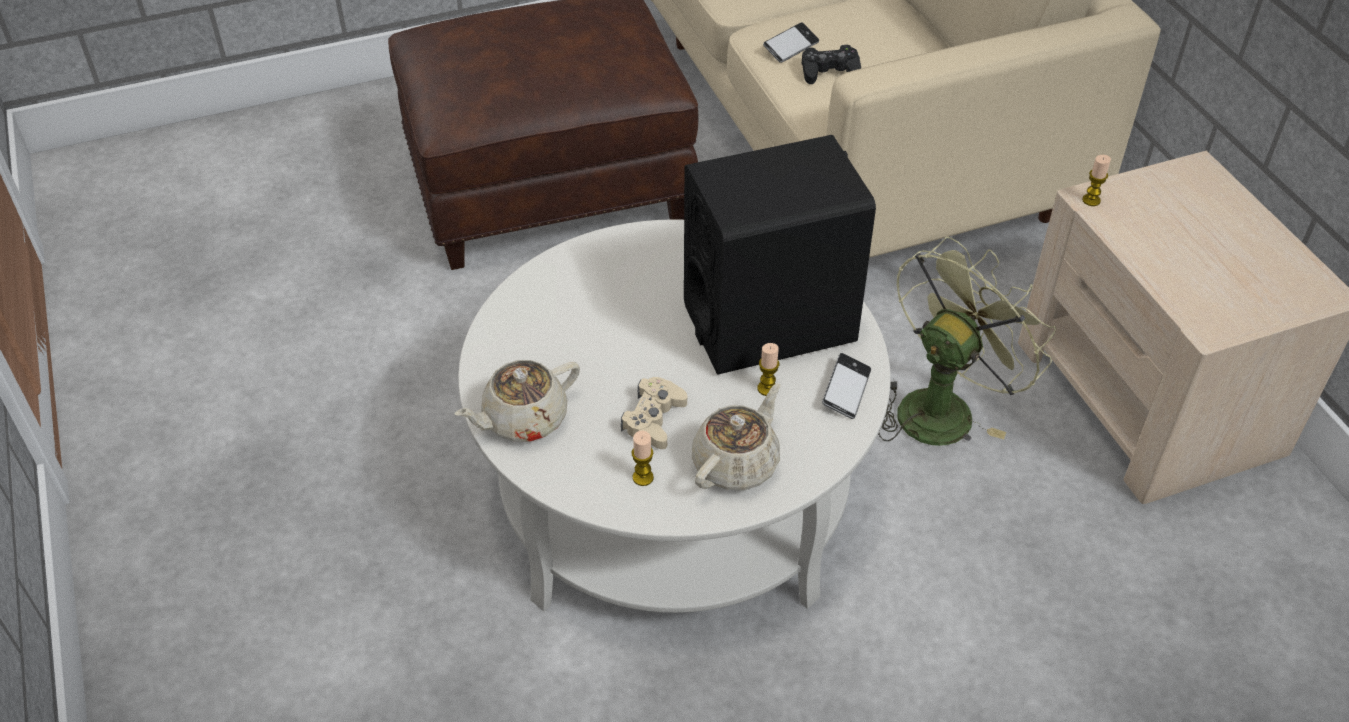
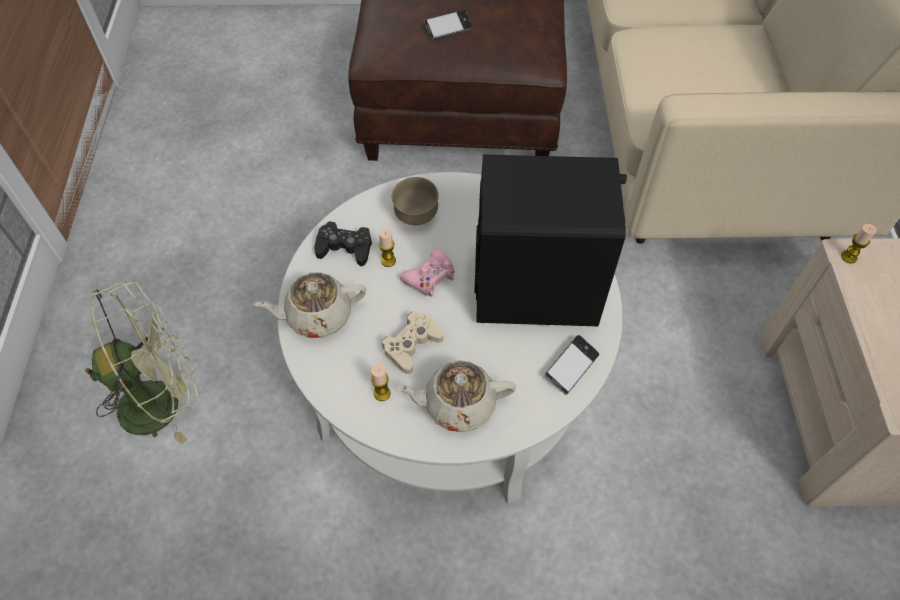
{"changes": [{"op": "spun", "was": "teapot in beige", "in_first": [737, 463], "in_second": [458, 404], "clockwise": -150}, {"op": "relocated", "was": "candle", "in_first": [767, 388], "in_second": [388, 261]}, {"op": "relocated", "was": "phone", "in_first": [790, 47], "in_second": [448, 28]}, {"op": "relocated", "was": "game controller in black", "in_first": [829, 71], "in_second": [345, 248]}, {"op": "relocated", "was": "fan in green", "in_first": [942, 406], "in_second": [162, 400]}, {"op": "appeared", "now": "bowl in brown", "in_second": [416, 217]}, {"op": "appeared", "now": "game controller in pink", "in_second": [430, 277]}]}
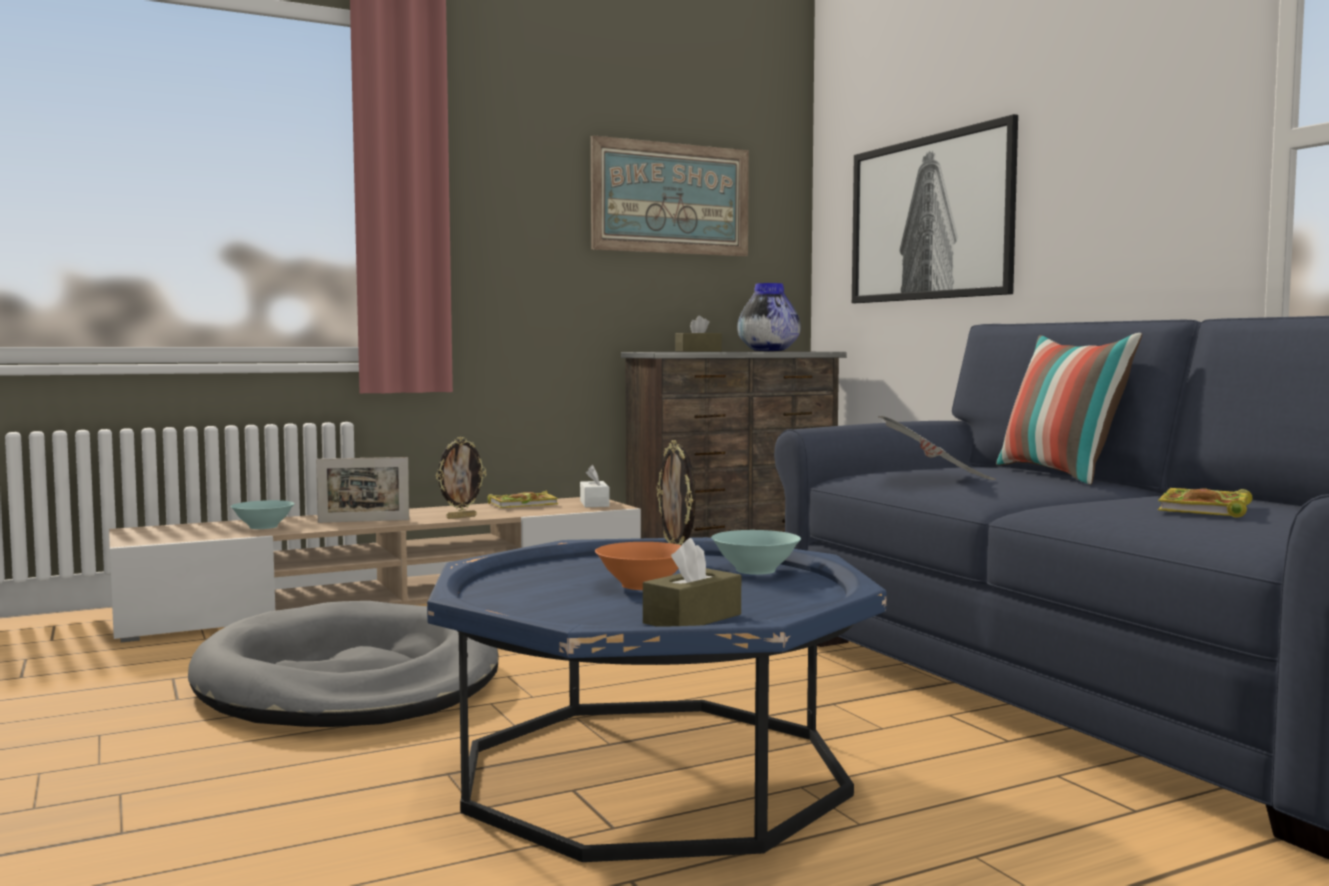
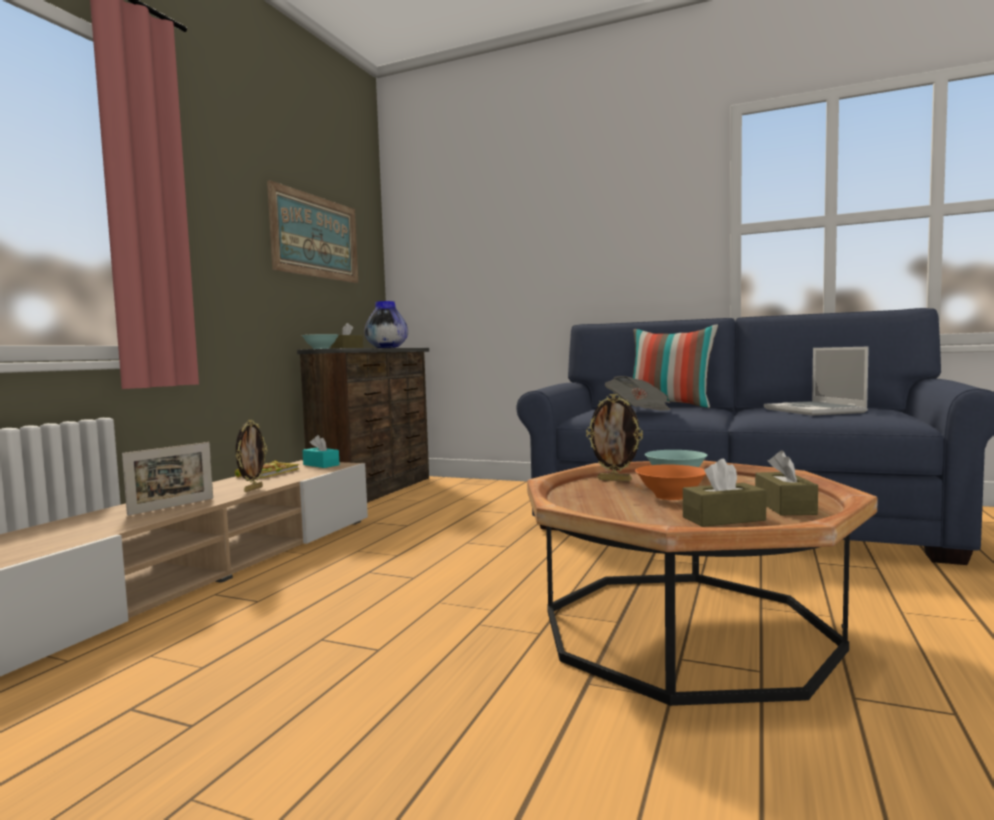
{"changes": [{"op": "missing", "was": "dog bed in grey", "in_first": [349, 680]}, {"op": "relocated", "was": "bowl in turquoise", "in_first": [262, 527], "in_second": [320, 348]}, {"op": "colour", "was": "coffee table in blue", "now": "coffee table in brown", "in_first": [653, 772], "in_second": [685, 629]}, {"op": "colour", "was": "tissue box in white", "now": "tissue box in turquoise", "in_first": [594, 503], "in_second": [321, 465]}, {"op": "missing", "was": "picture", "in_first": [929, 218]}, {"op": "exchanged", "was": "book", "now": "laptop", "in_first": [1205, 510], "in_second": [815, 411]}, {"op": "appeared", "now": "tissue box in brown", "in_second": [723, 519]}]}
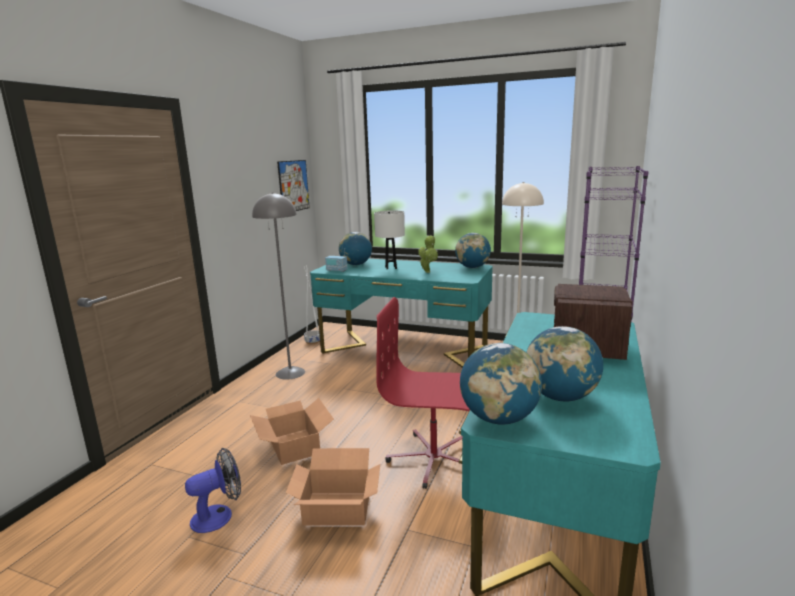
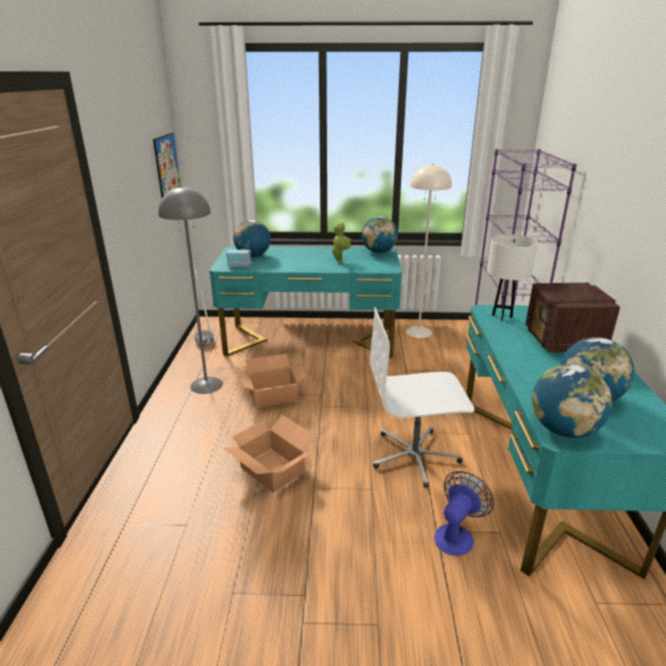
{"changes": [{"op": "relocated", "was": "fan", "in_first": [219, 515], "in_second": [456, 534]}, {"op": "relocated", "was": "cardboard box", "in_first": [336, 508], "in_second": [273, 395]}, {"op": "relocated", "was": "table lamp in white", "in_first": [391, 268], "in_second": [502, 316]}, {"op": "colour", "was": "office chair in red", "now": "office chair in white", "in_first": [434, 459], "in_second": [415, 456]}]}
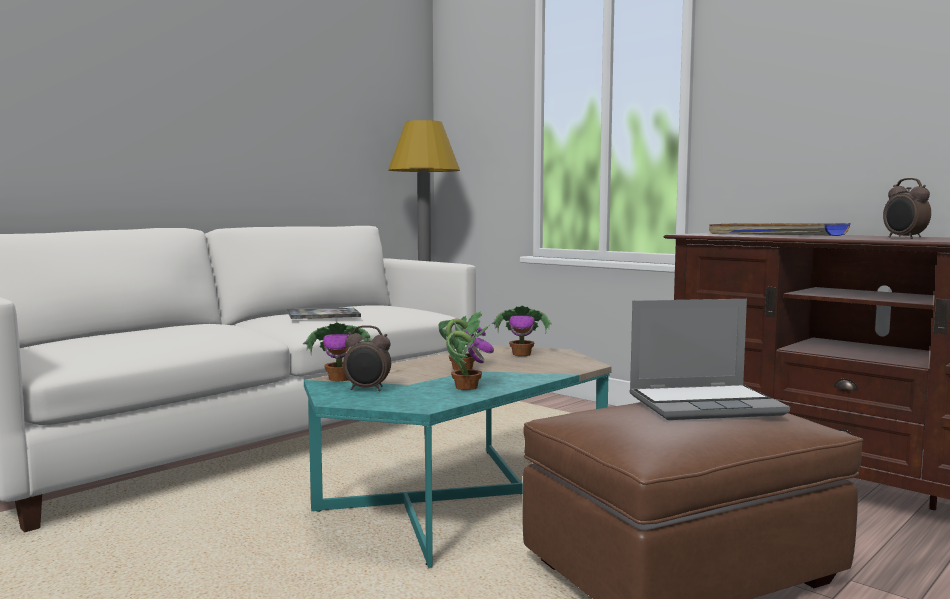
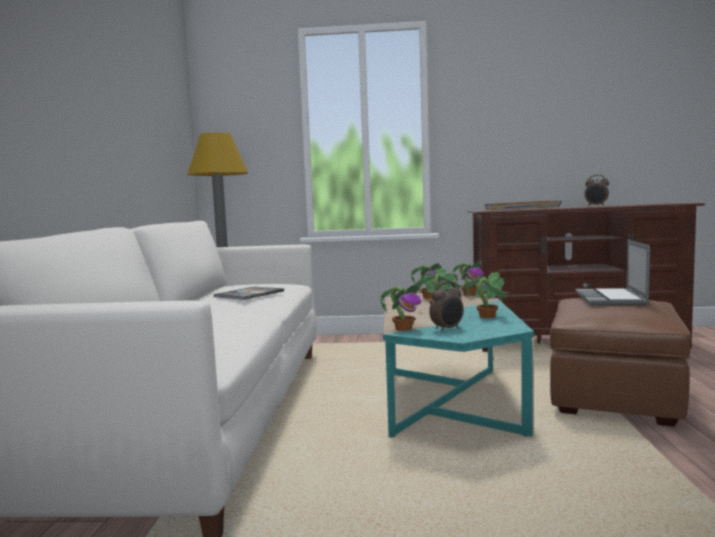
{"changes": [{"op": "spun", "was": "laptop", "in_first": [706, 405], "in_second": [611, 299], "clockwise": 150}, {"op": "appeared", "now": "potted plant", "in_second": [469, 294]}]}
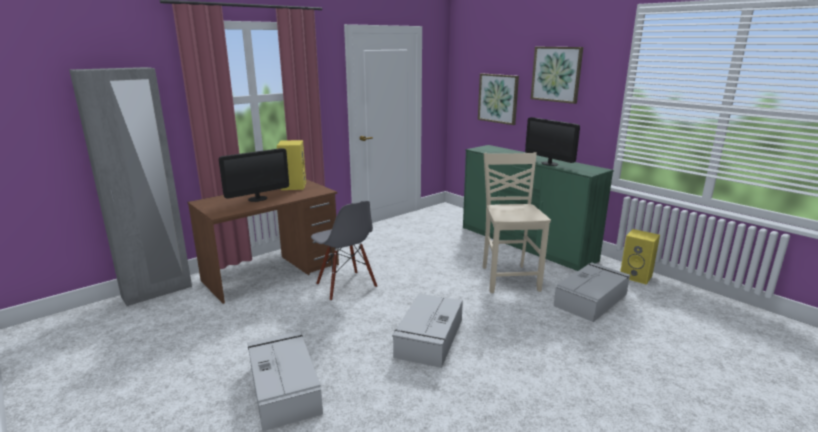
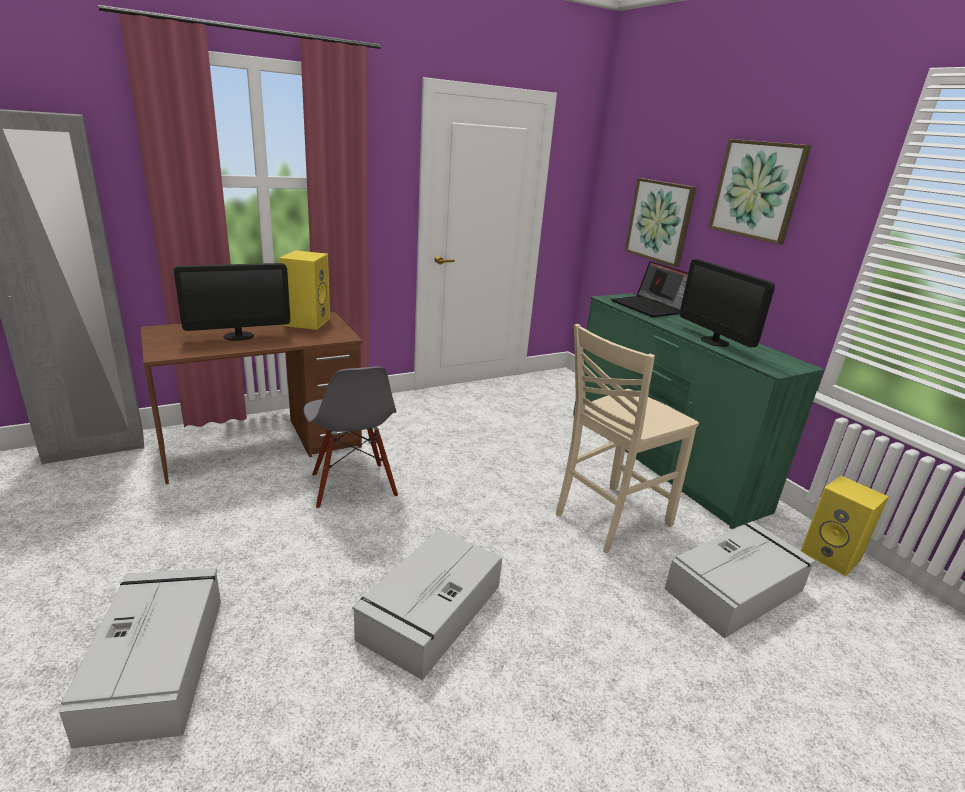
{"changes": [{"op": "spun", "was": "chair in beige", "in_first": [509, 278], "in_second": [609, 519], "clockwise": -135}, {"op": "appeared", "now": "laptop", "in_second": [649, 307]}]}
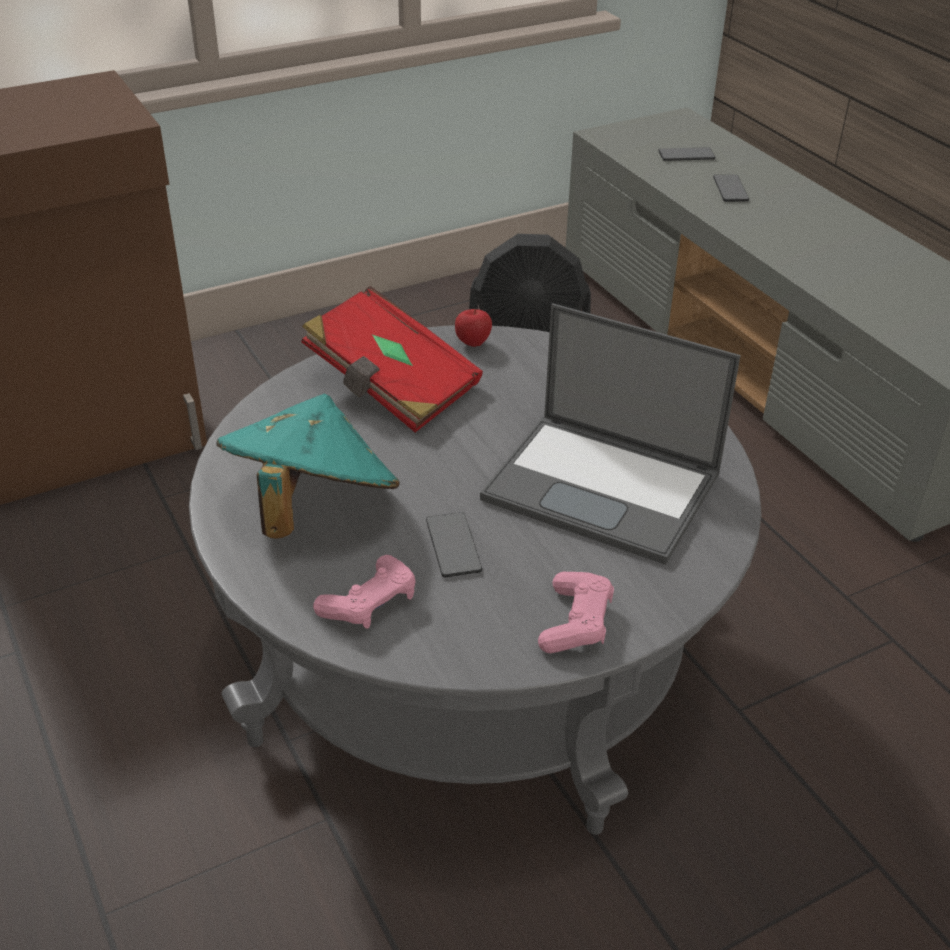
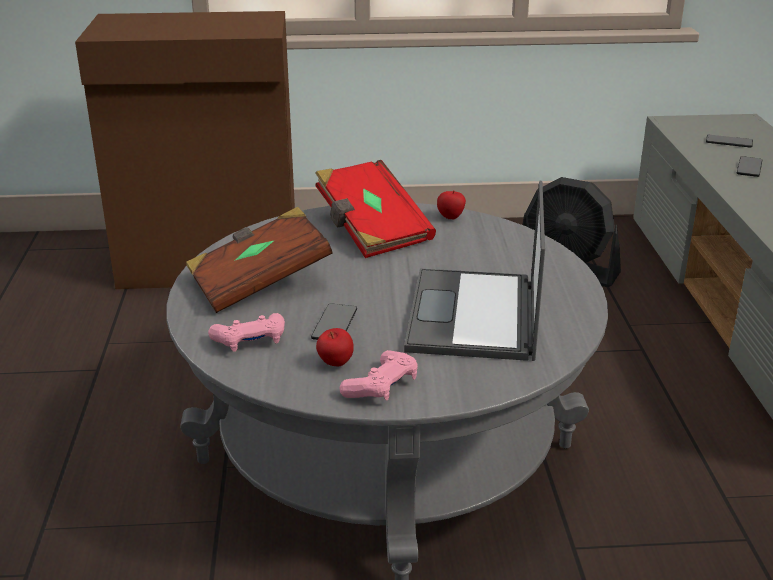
{"changes": [{"op": "exchanged", "was": "hat in turquoise", "now": "book in brown", "in_first": [311, 508], "in_second": [259, 283]}, {"op": "spun", "was": "laptop", "in_first": [604, 487], "in_second": [474, 316], "clockwise": 45}, {"op": "appeared", "now": "apple", "in_second": [335, 364]}]}
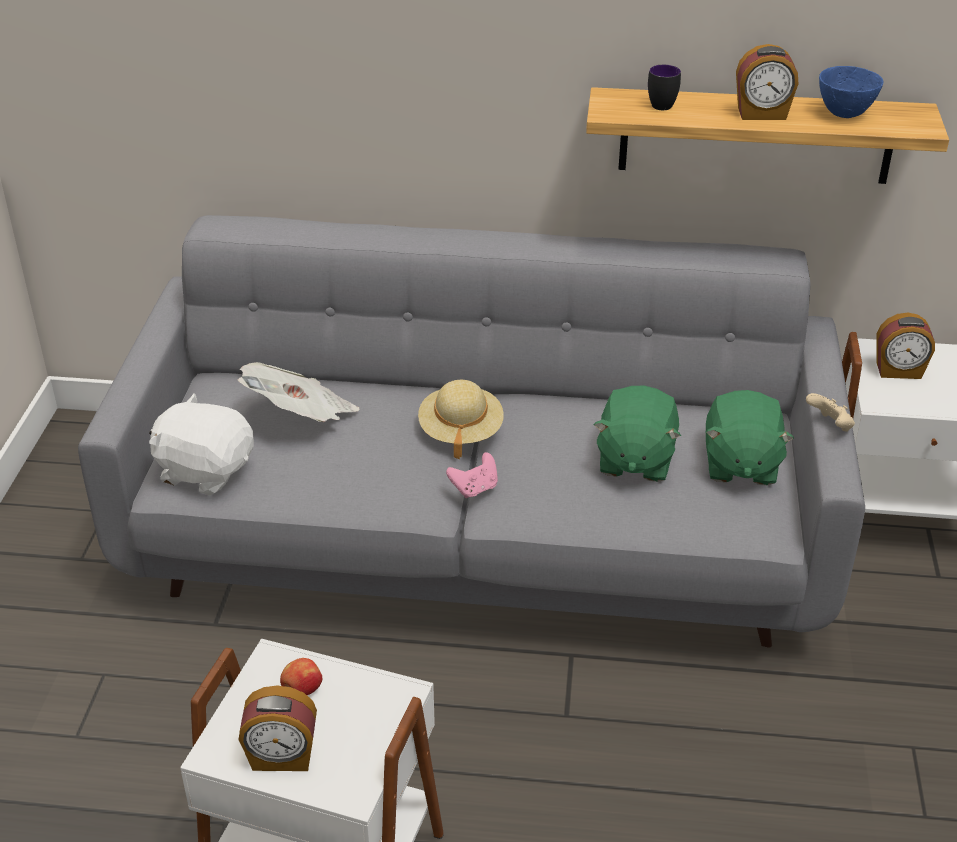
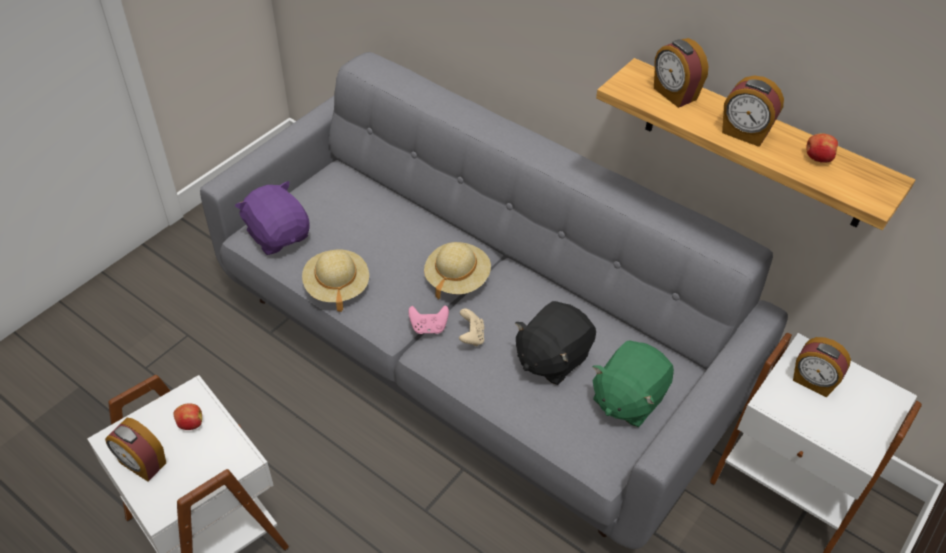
{"changes": [{"op": "colour", "was": "plush toy in white", "now": "plush toy in purple", "in_first": [205, 471], "in_second": [278, 235]}, {"op": "missing", "was": "newspaper", "in_first": [302, 417]}, {"op": "colour", "was": "plush toy in green", "now": "plush toy in black", "in_first": [634, 459], "in_second": [551, 358]}, {"op": "exchanged", "was": "mug", "now": "alarm clock", "in_first": [664, 104], "in_second": [674, 94]}, {"op": "relocated", "was": "game controller in beige", "in_first": [830, 426], "in_second": [471, 336]}, {"op": "exchanged", "was": "bowl in blue", "now": "apple", "in_first": [843, 113], "in_second": [817, 158]}, {"op": "appeared", "now": "hat in beige", "in_second": [336, 286]}]}
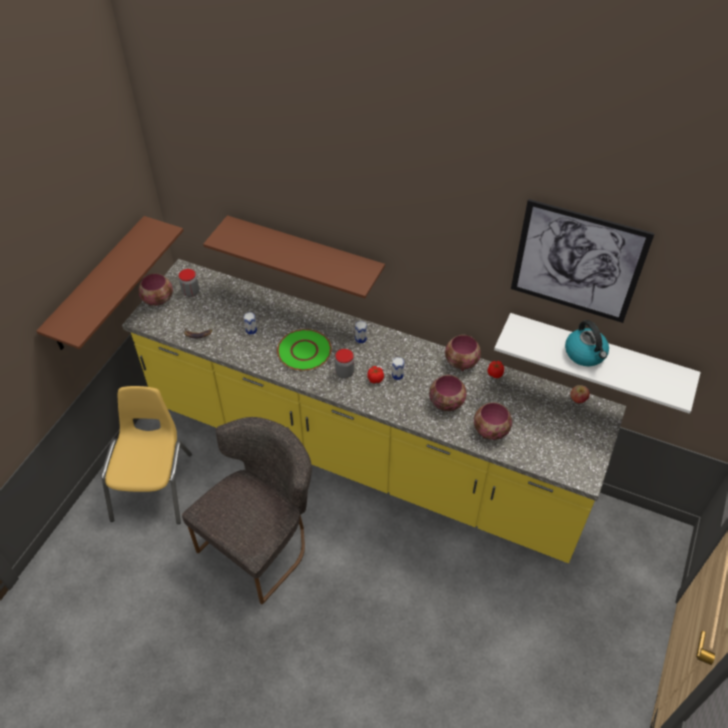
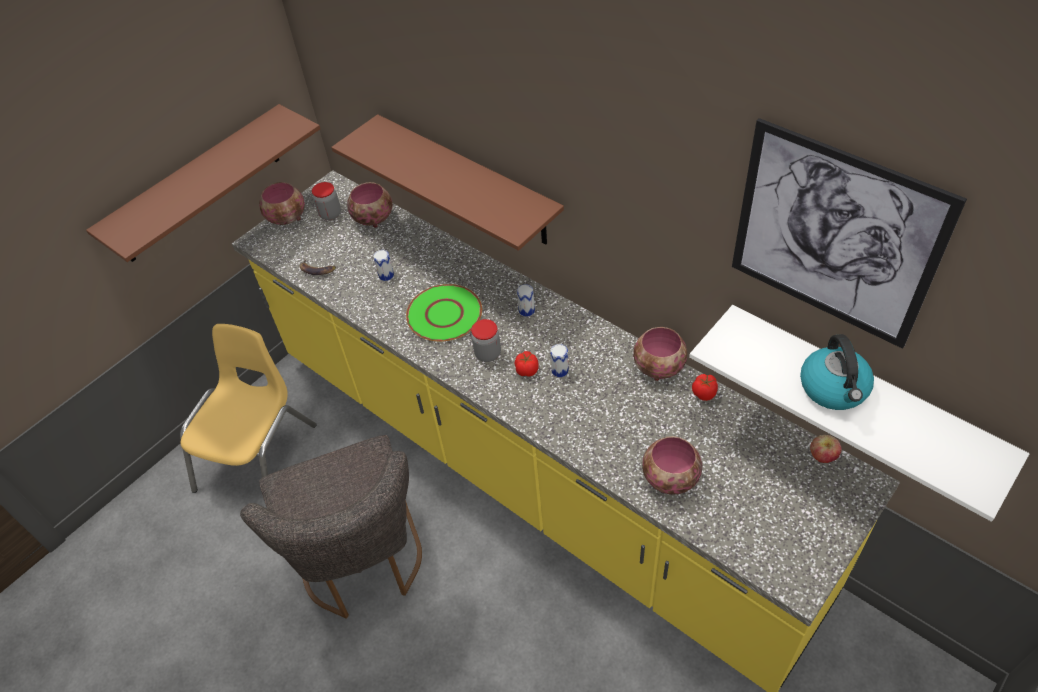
{"changes": [{"op": "spun", "was": "chair in grey", "in_first": [262, 542], "in_second": [362, 561], "clockwise": 105}, {"op": "relocated", "was": "bowl", "in_first": [446, 402], "in_second": [374, 218]}]}
